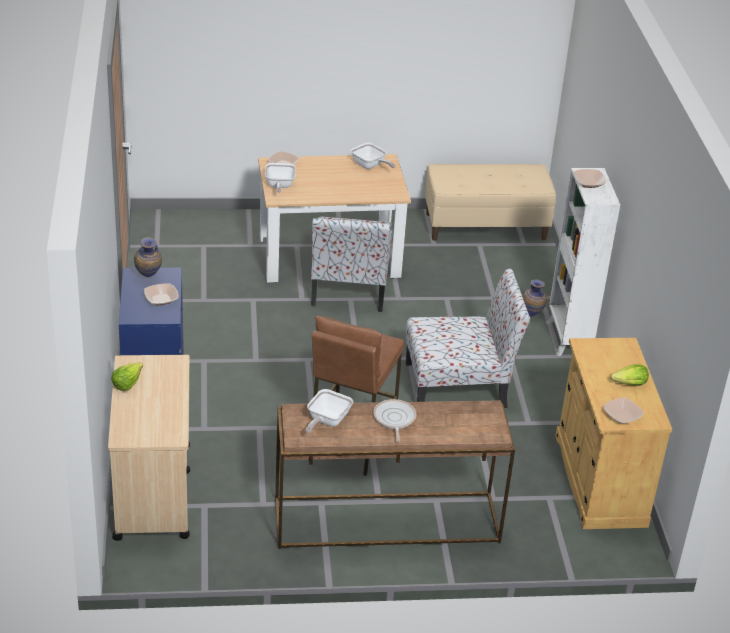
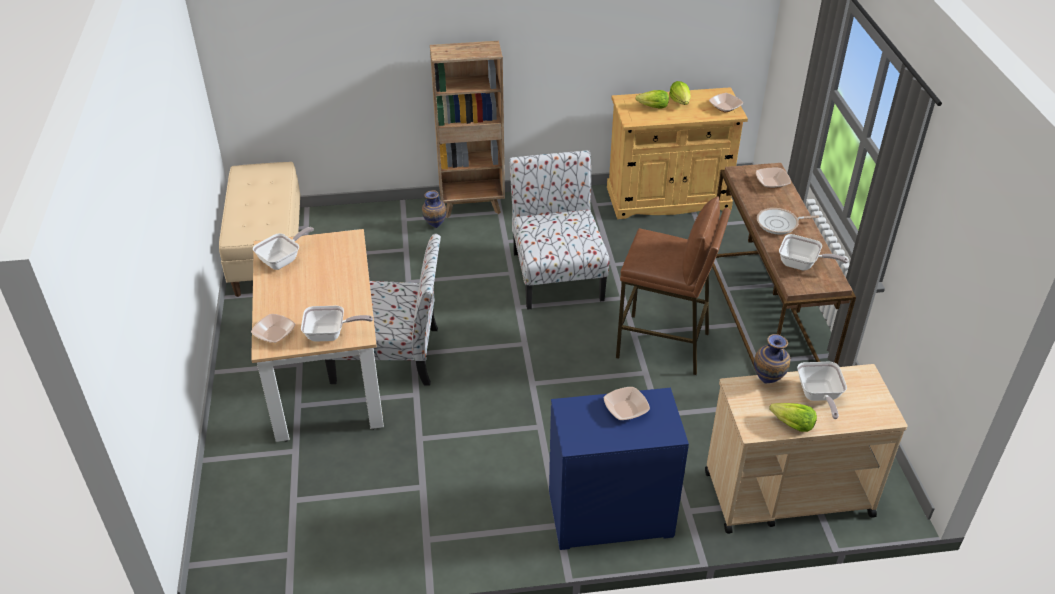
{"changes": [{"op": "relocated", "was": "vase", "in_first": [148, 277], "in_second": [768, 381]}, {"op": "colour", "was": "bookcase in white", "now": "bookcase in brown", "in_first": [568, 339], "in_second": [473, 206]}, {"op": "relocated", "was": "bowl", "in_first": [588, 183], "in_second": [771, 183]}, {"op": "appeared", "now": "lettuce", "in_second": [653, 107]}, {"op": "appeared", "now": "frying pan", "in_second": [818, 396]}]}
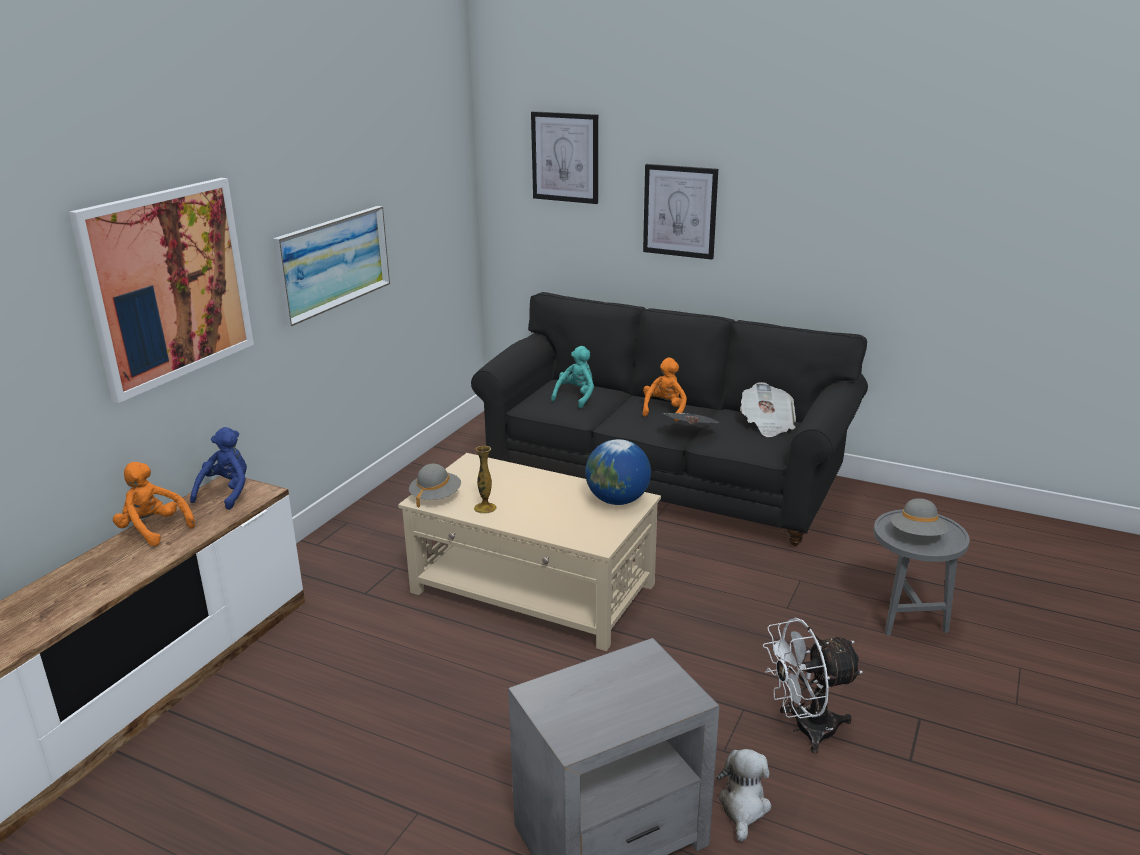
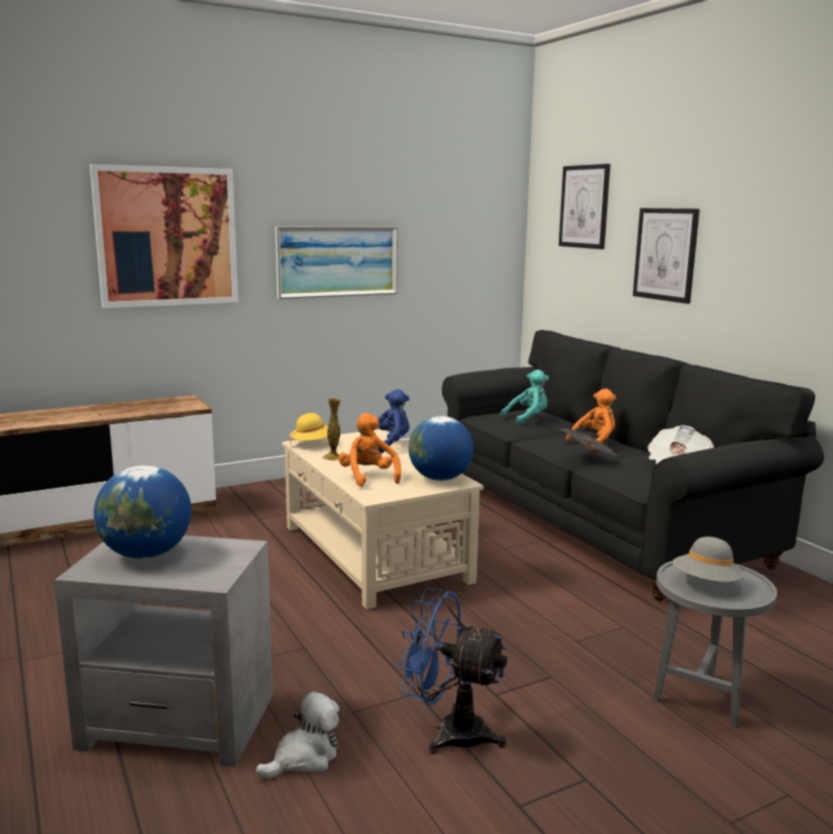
{"changes": [{"op": "relocated", "was": "plush toy in orange", "in_first": [153, 530], "in_second": [368, 477]}, {"op": "relocated", "was": "plush toy in blue", "in_first": [227, 493], "in_second": [388, 445]}, {"op": "colour", "was": "hat in grey", "now": "hat in yellow", "in_first": [435, 497], "in_second": [312, 444]}, {"op": "colour", "was": "fan in white", "now": "fan in blue", "in_first": [805, 729], "in_second": [449, 731]}, {"op": "appeared", "now": "globe", "in_second": [146, 554]}]}
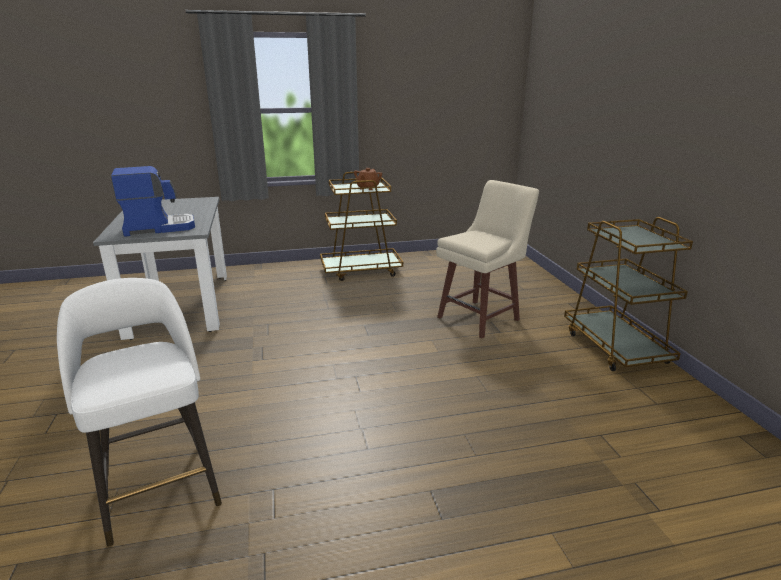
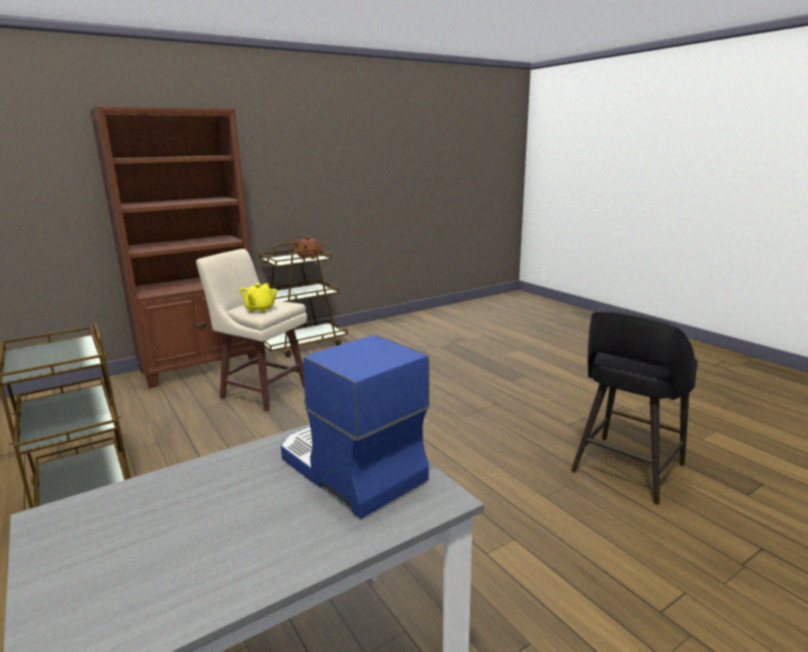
{"changes": [{"op": "colour", "was": "stool in white", "now": "stool in black", "in_first": [159, 486], "in_second": [626, 469]}, {"op": "relocated", "was": "teapot in brown", "in_first": [368, 188], "in_second": [309, 257]}, {"op": "appeared", "now": "bookcase in brown", "in_second": [202, 367]}, {"op": "appeared", "now": "teapot in yellow", "in_second": [260, 309]}]}
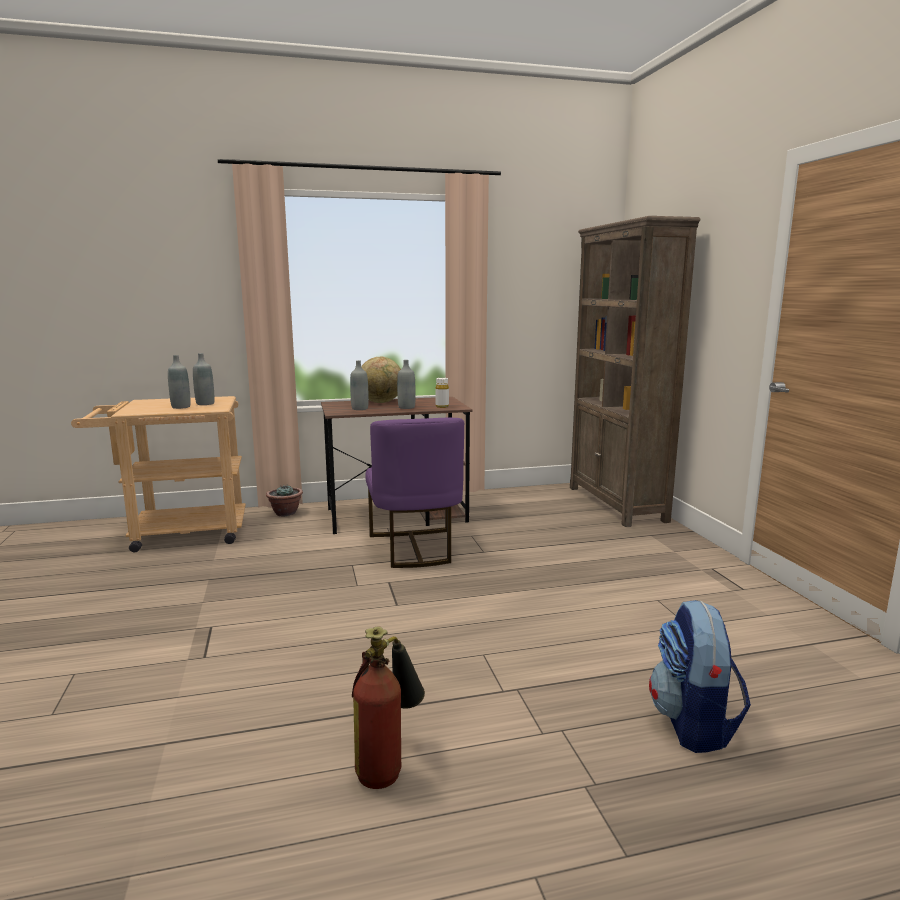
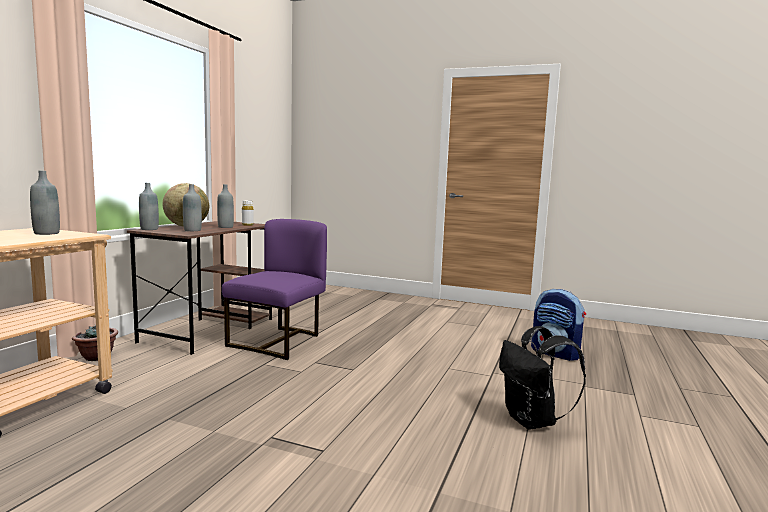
{"changes": [{"op": "relocated", "was": "bottle in grey", "in_first": [181, 407], "in_second": [149, 229]}, {"op": "exchanged", "was": "fire extinguisher", "now": "backpack in black", "in_first": [389, 763], "in_second": [532, 421]}, {"op": "spun", "was": "chair in purple", "in_first": [414, 548], "in_second": [278, 342], "clockwise": -90}, {"op": "missing", "was": "bookcase in brown", "in_first": [616, 504]}]}
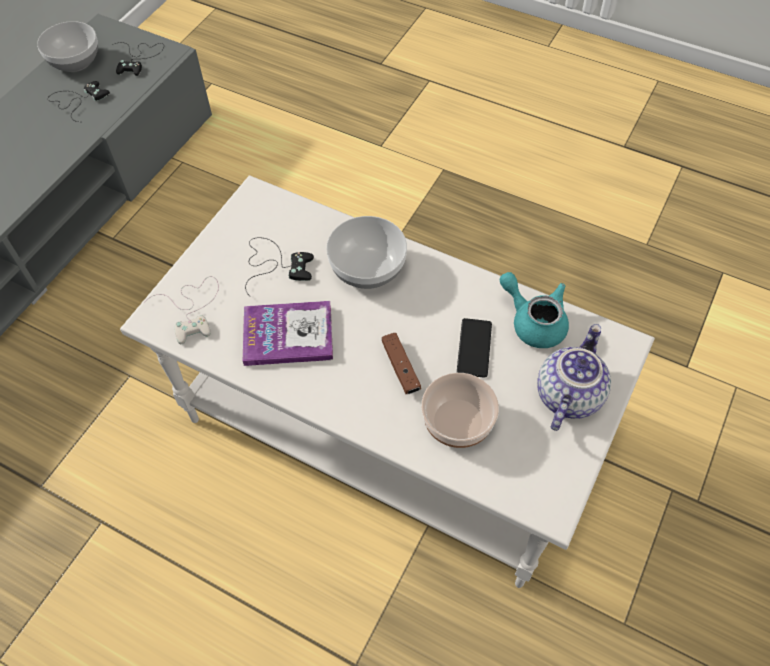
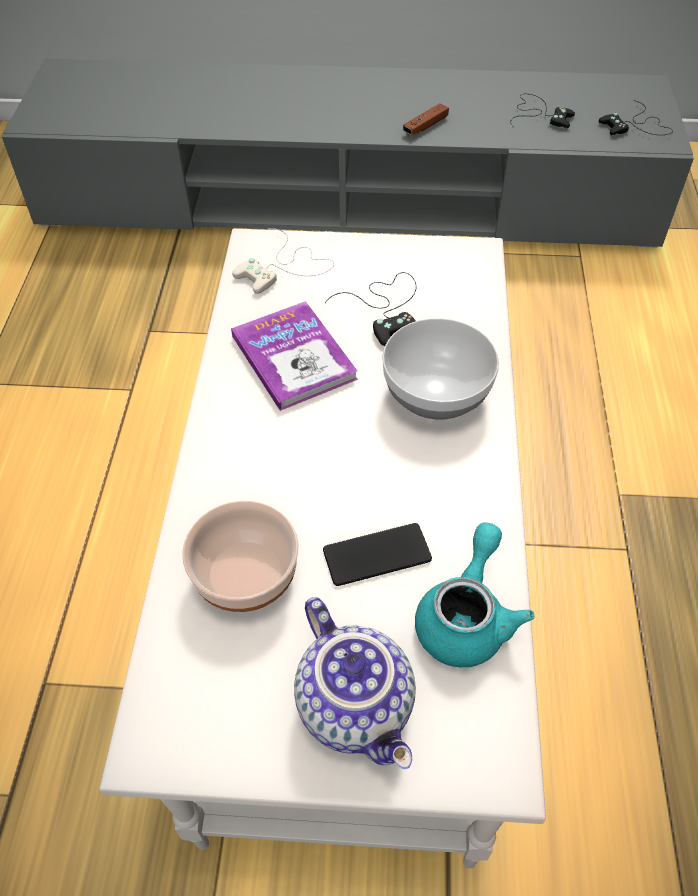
{"changes": [{"op": "missing", "was": "bowl", "in_first": [75, 61]}, {"op": "relocated", "was": "game controller in brown", "in_first": [400, 368], "in_second": [425, 126]}, {"op": "spun", "was": "teapot", "in_first": [567, 394], "in_second": [358, 706], "clockwise": 60}]}
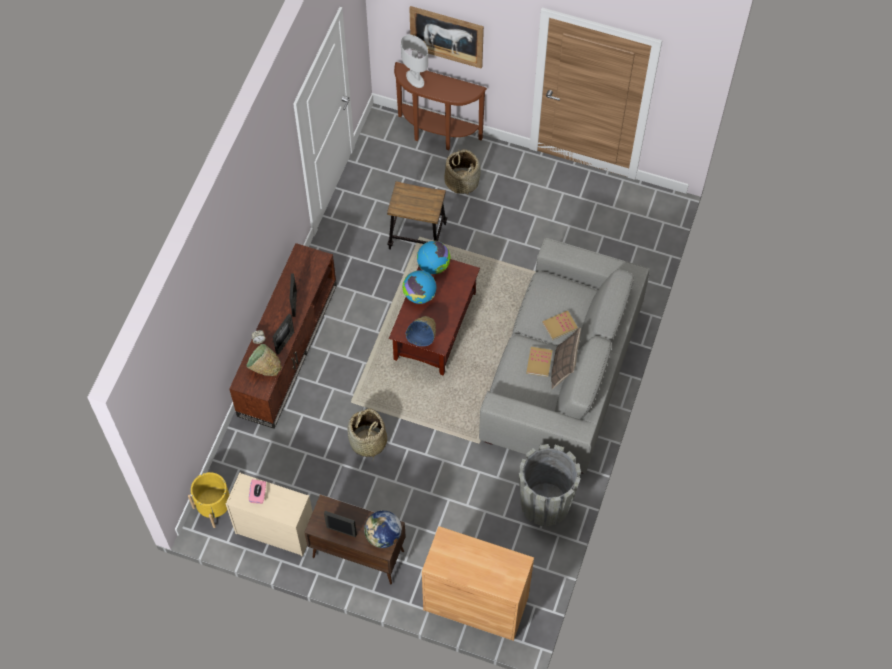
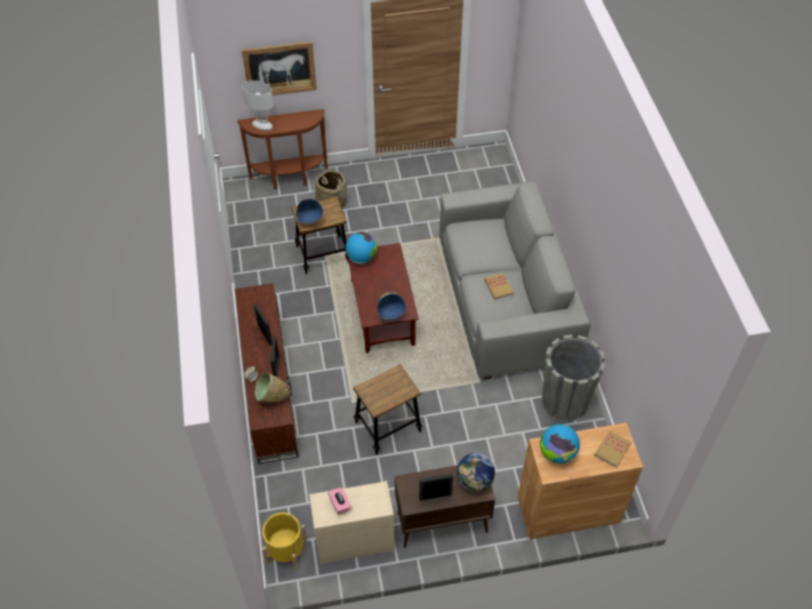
{"changes": [{"op": "exchanged", "was": "basket", "now": "stool", "in_first": [368, 442], "in_second": [387, 427]}, {"op": "relocated", "was": "globe", "in_first": [419, 295], "in_second": [557, 453]}, {"op": "relocated", "was": "book", "in_first": [560, 326], "in_second": [612, 450]}, {"op": "missing", "was": "pillow", "in_first": [563, 368]}, {"op": "appeared", "now": "bowl in blue", "in_second": [310, 220]}]}
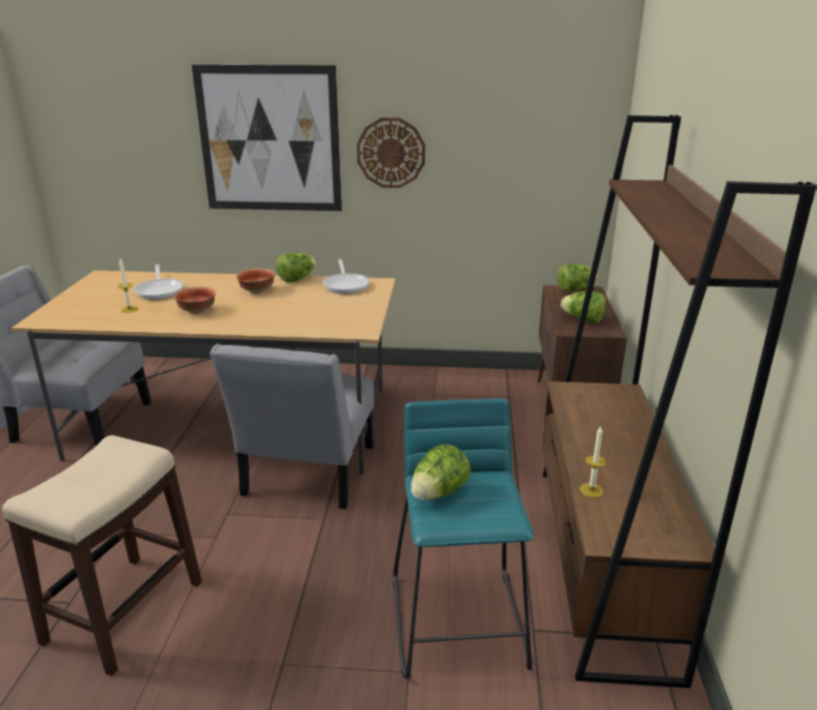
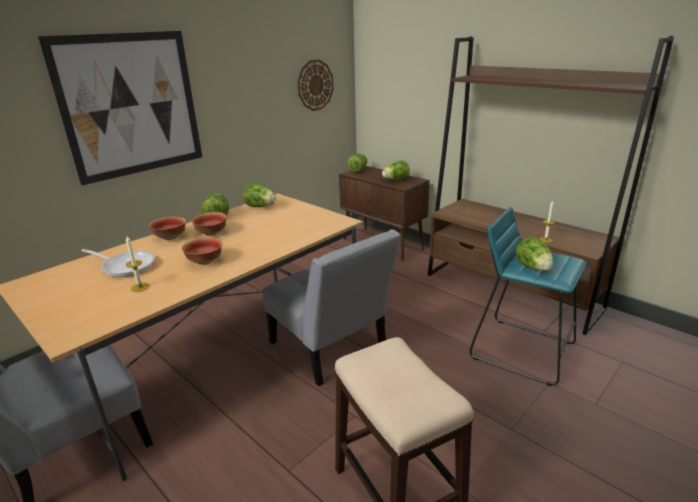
{"changes": [{"op": "exchanged", "was": "frying pan", "now": "lettuce", "in_first": [346, 285], "in_second": [260, 207]}, {"op": "relocated", "was": "wall clock", "in_first": [391, 153], "in_second": [315, 85]}, {"op": "appeared", "now": "bowl", "in_second": [170, 237]}]}
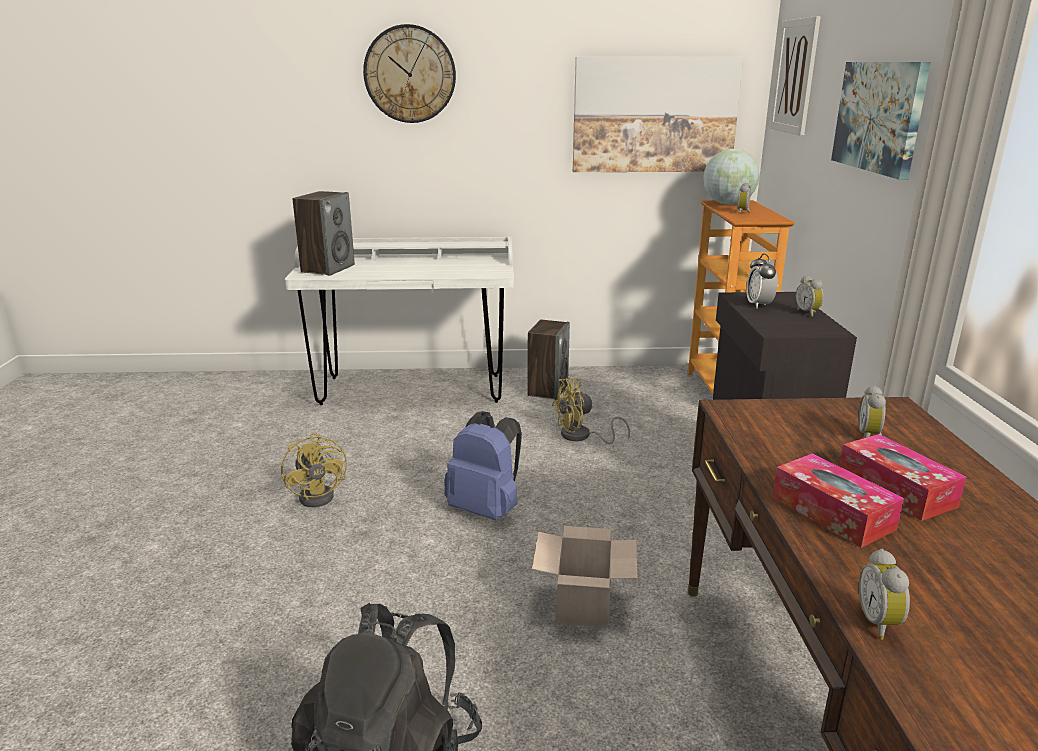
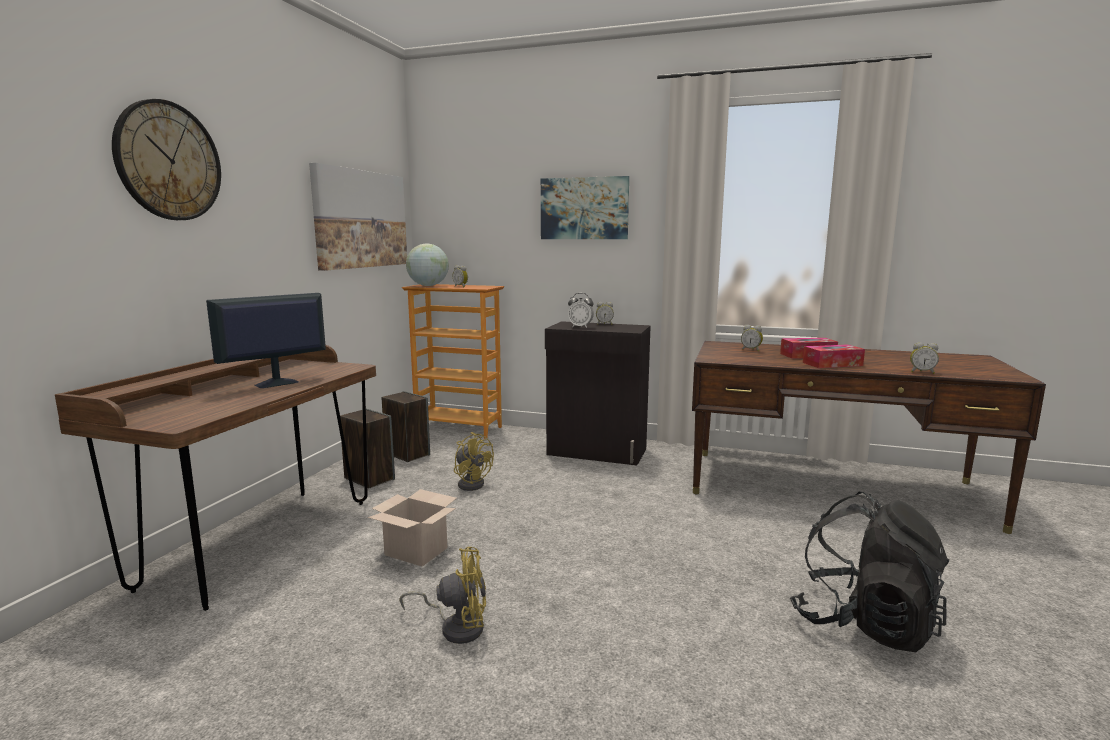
{"changes": [{"op": "colour", "was": "desk in white", "now": "desk in brown", "in_first": [412, 389], "in_second": [262, 541]}, {"op": "relocated", "was": "speaker", "in_first": [328, 268], "in_second": [407, 454]}, {"op": "missing", "was": "backpack in blue", "in_first": [486, 509]}, {"op": "relocated", "was": "cardboard box", "in_first": [584, 606], "in_second": [418, 551]}, {"op": "spun", "was": "fan in yellow", "in_first": [581, 437], "in_second": [472, 483], "clockwise": -45}, {"op": "missing", "was": "picture", "in_first": [795, 76]}, {"op": "appeared", "now": "monitor", "in_second": [275, 383]}]}
